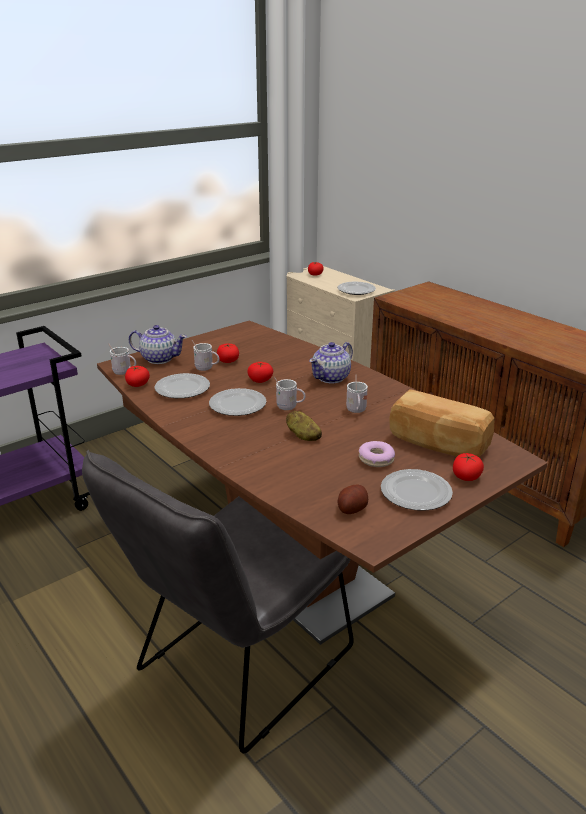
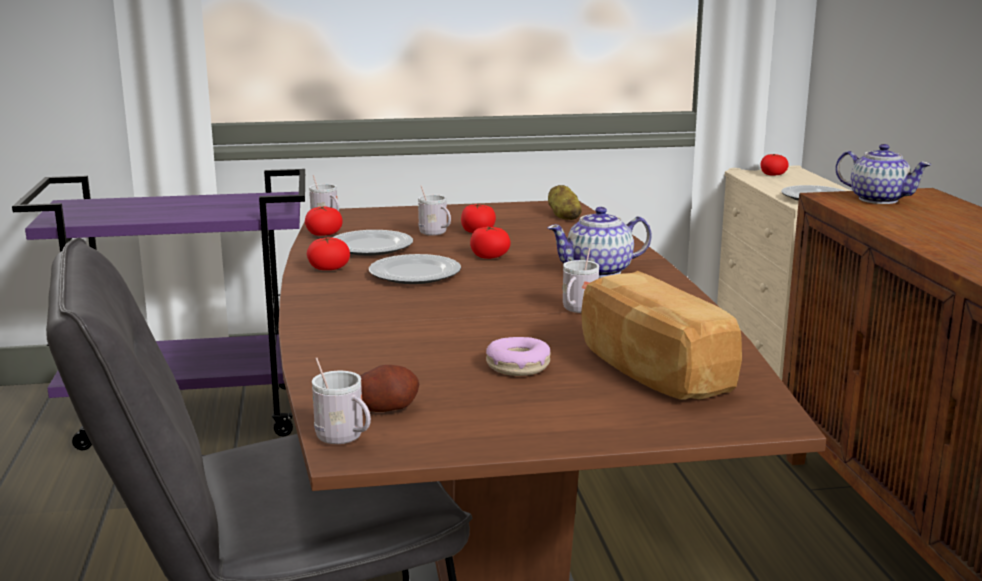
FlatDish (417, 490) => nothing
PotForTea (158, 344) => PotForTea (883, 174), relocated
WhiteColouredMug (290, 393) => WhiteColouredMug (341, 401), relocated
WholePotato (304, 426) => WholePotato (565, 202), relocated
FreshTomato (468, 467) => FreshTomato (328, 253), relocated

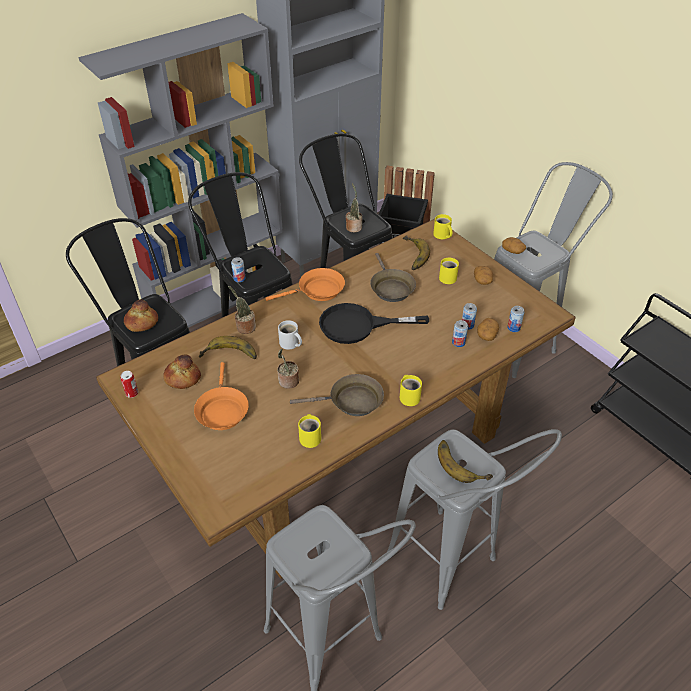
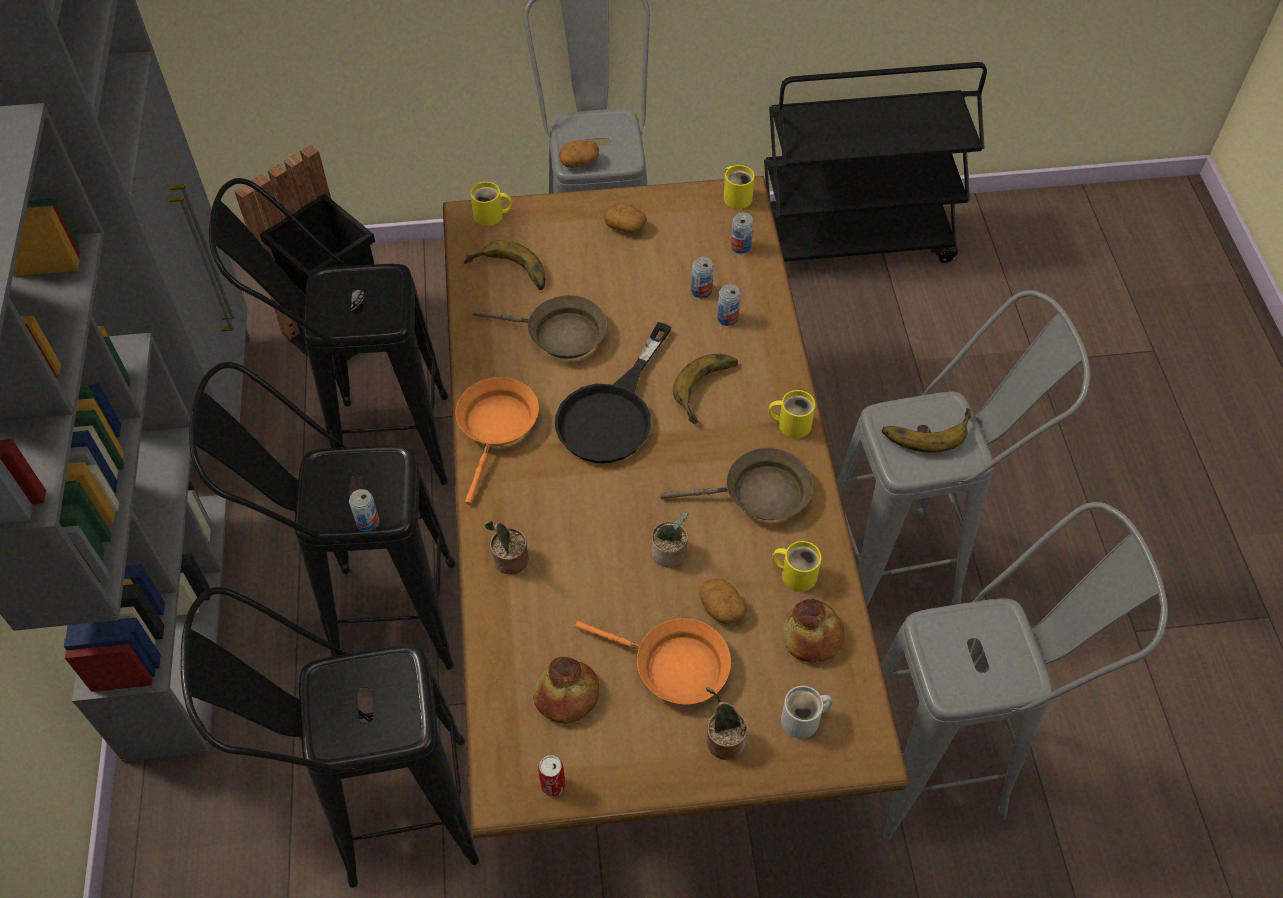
BakedBread (141, 315) => BakedBread (814, 631), relocated
Banana (228, 348) => Banana (705, 389), relocated
WhiteColouredMug (290, 335) => WhiteColouredMug (807, 712), relocated
PlantInAPot (354, 207) => PlantInAPot (726, 723), relocated
YellowishMug (449, 271) => YellowishMug (739, 187), relocated
WholePotato (488, 329) => WholePotato (723, 601), relocated
BrownColouredFryingPan (337, 395) => BrownColouredFryingPan (736, 484), 60 degrees clockwise

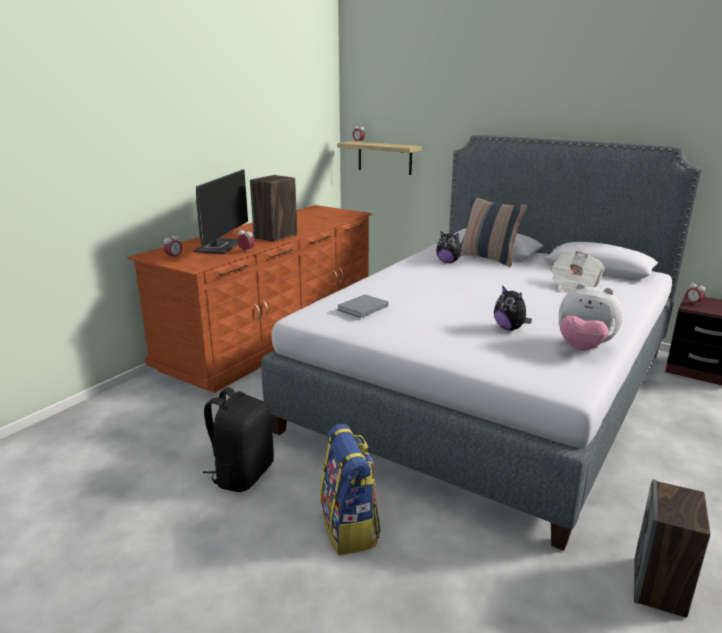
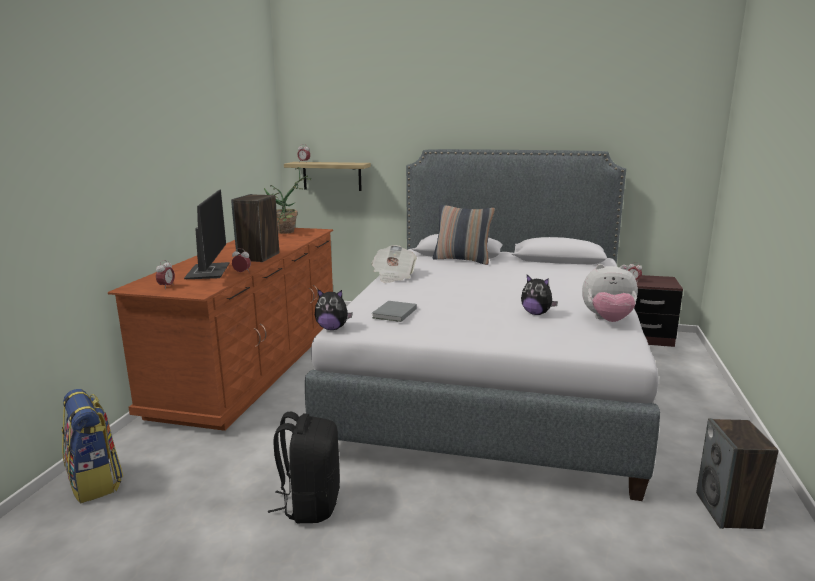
nothing => PlantInAPot (287, 200)
Knapsack (350, 489) => Knapsack (92, 446), relocated
CuddlyToy (450, 247) => CuddlyToy (334, 309), relocated
DailyPaper (577, 272) => DailyPaper (394, 264), relocated

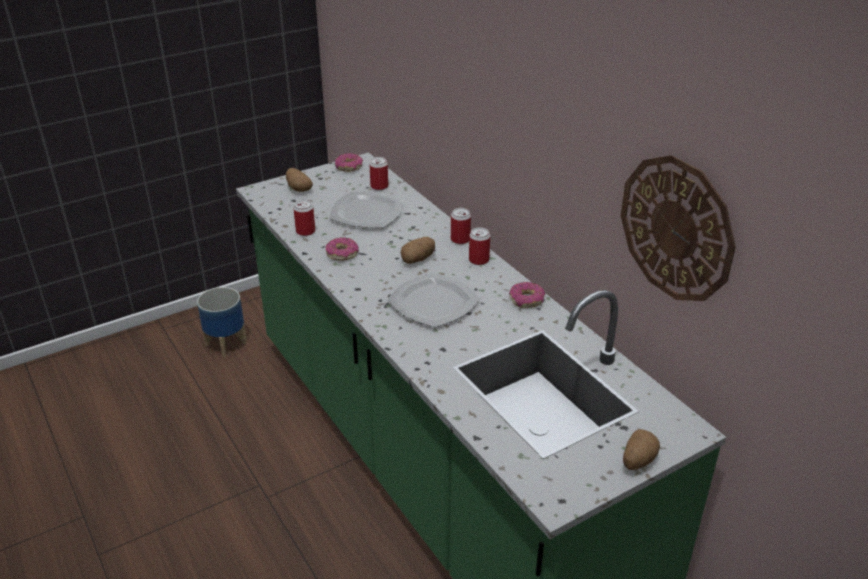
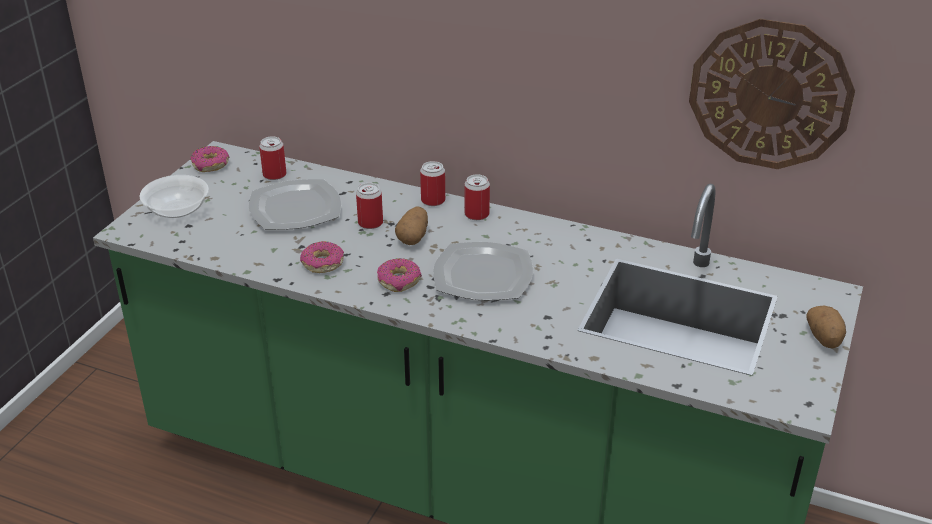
PlantPot (222, 322) => nothing
Can (304, 218) => Can (369, 206), relocated
Doughnut (527, 295) => Doughnut (399, 275), relocated
WholePotato (299, 180) => DeepDish (174, 196)

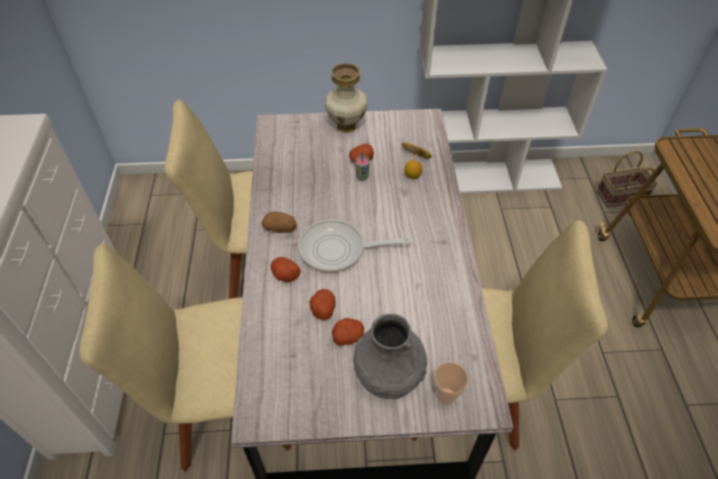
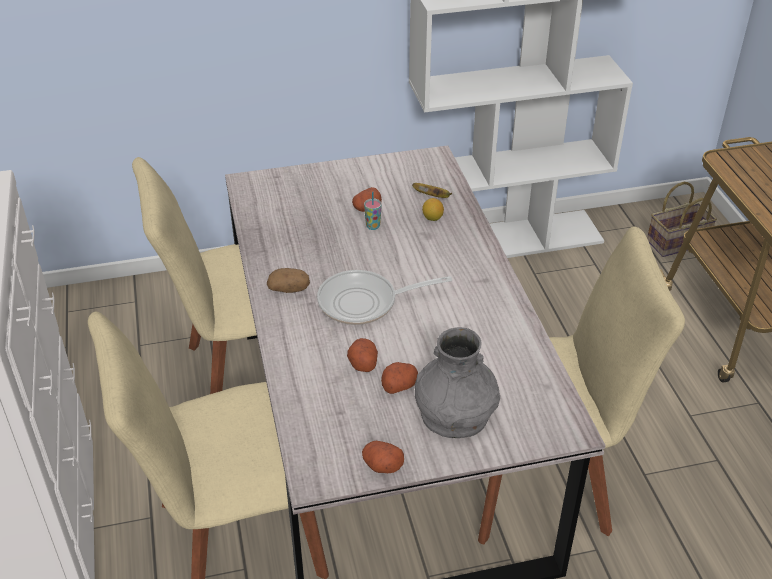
DecorativeVase (346, 98) => nothing
DrinkingCup (451, 383) => nothing
WholePotato (285, 269) => WholePotato (383, 457), relocated

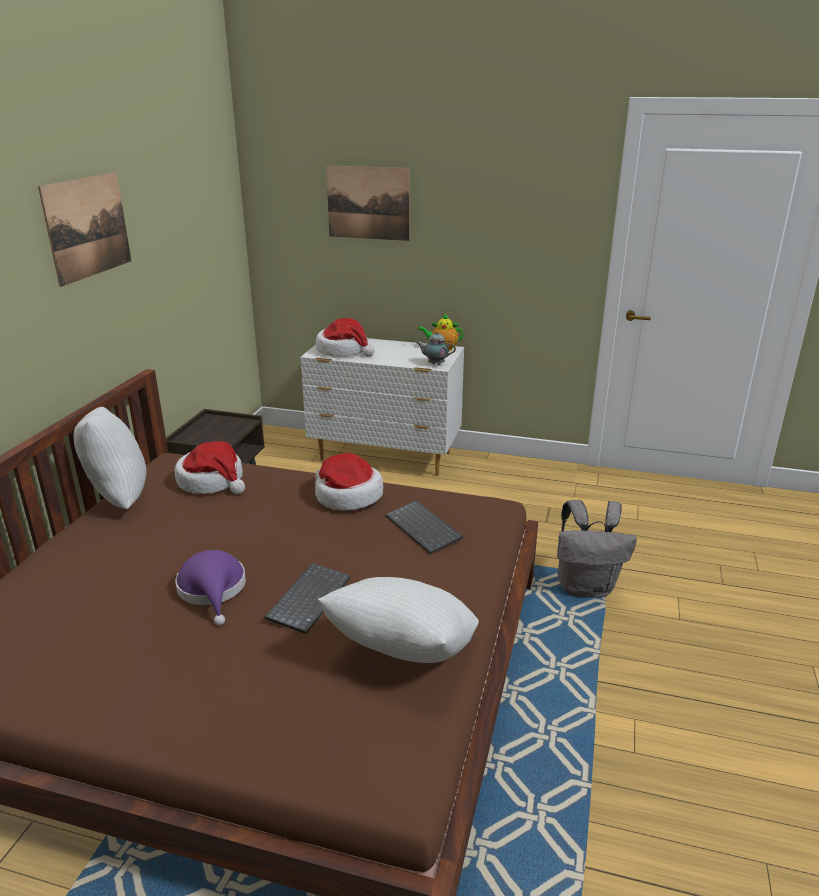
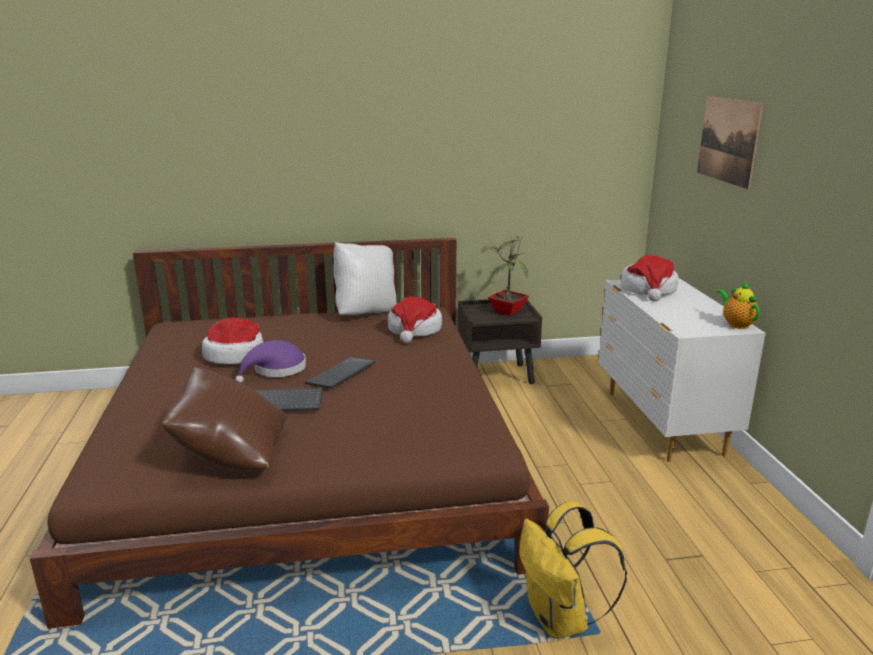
WallArt (84, 229) => nothing
PotForTea (436, 348) => nothing
nothing => PlantInAPot (505, 276)
ClothingHat (349, 482) => ClothingHat (233, 341), relocated
PcKeyboard (424, 527) => PcKeyboard (340, 373), relocated
WhiteColouredCushion (398, 620) => BrownColouredCushion (224, 419)
GreyKnapsack (597, 548) => YellowishKnapsack (573, 570)

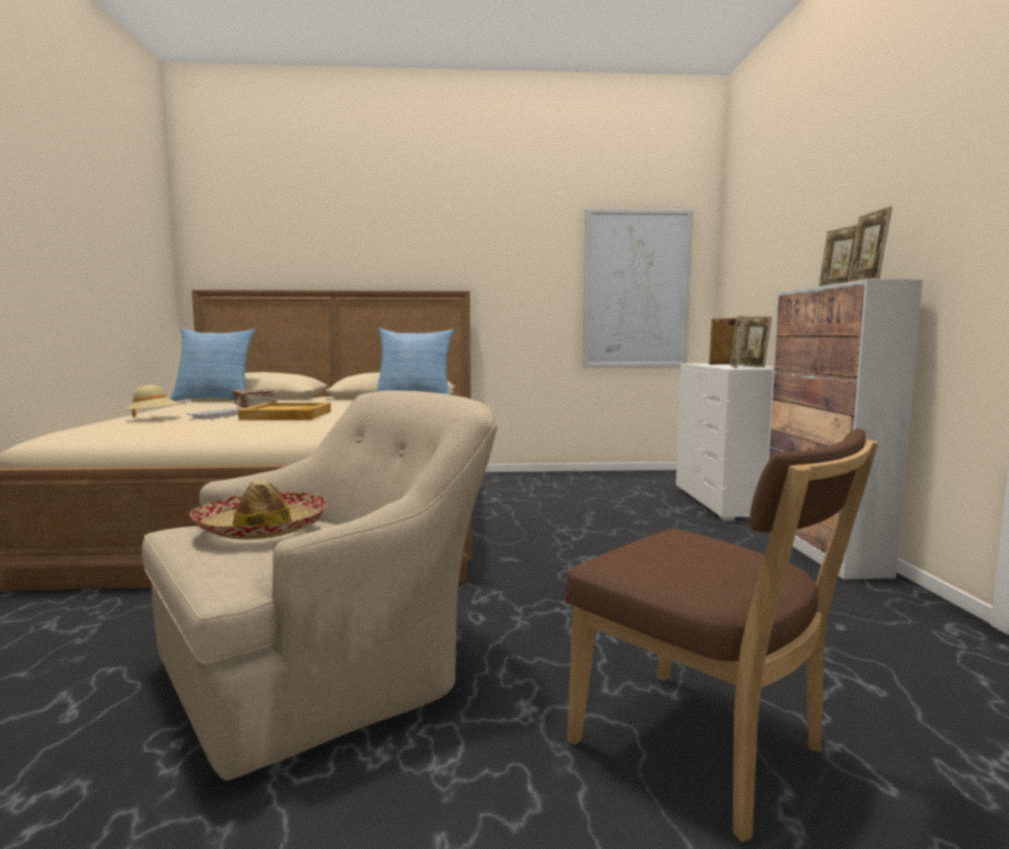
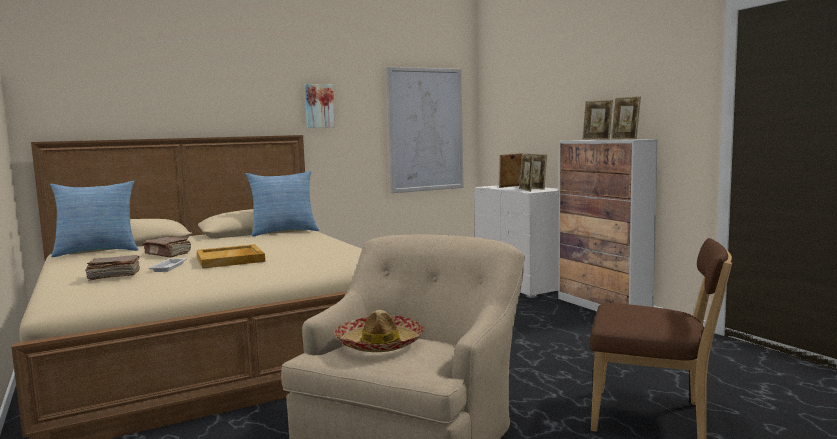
nothing => WallArt (320, 106)
BeigeClothingHat (152, 401) => BrownColouredVolume (112, 268)

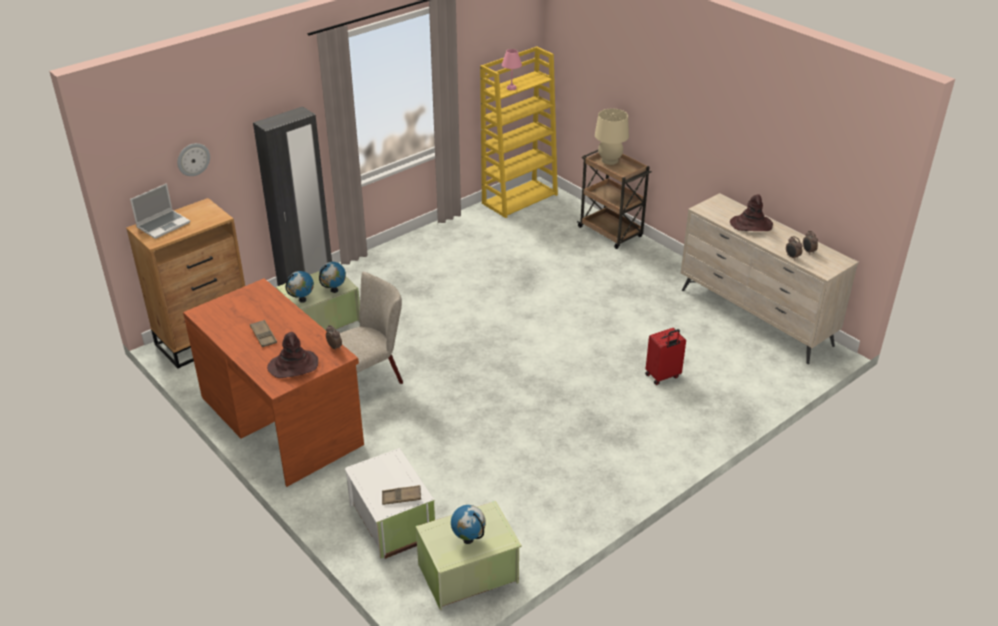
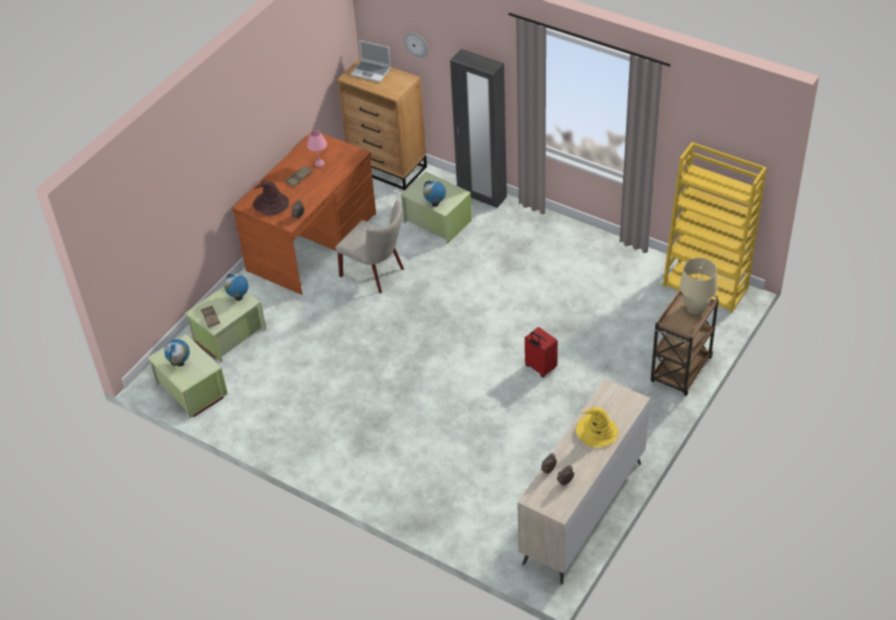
WorldGlobe (300, 287) => WorldGlobe (236, 287), relocated
PinkColouredTabletopLamp (512, 69) => PinkColouredTabletopLamp (317, 148), relocated
RedSuitcase (665, 356) => RedSuitcase (541, 352), relocated
WhiteColouredStorageContainer (390, 503) => GreenColouredStorageContainer (225, 324)
BrownColouredClothingHat (751, 212) => YellowishClothingHat (597, 427)

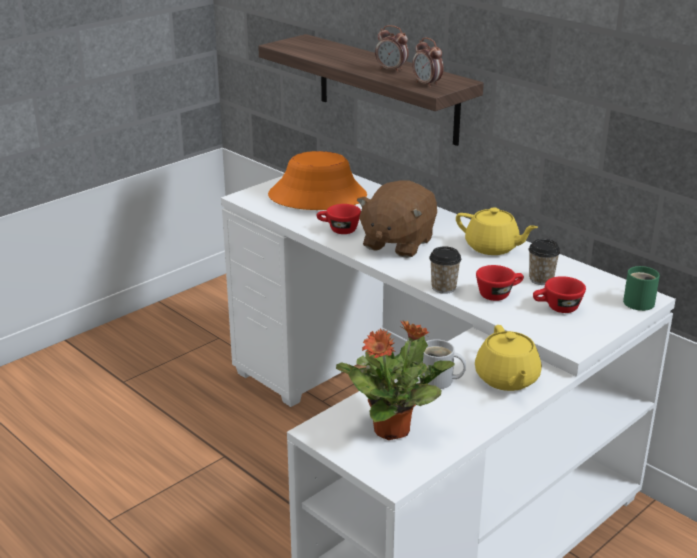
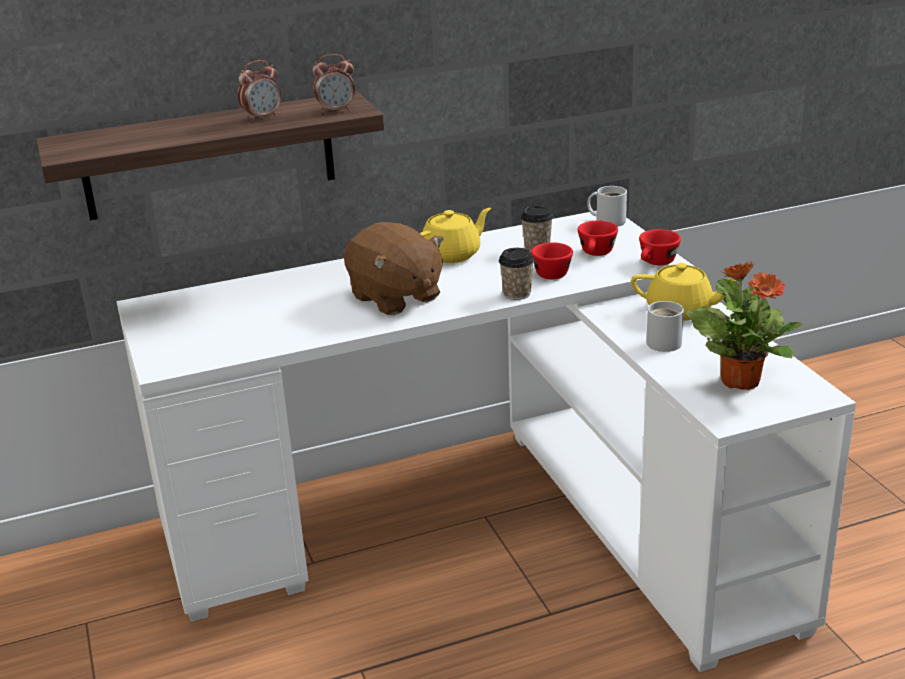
OrangeColouredClothingHat (317, 180) => nothing
RedDrinkingCup (339, 219) => RedDrinkingCup (660, 247), relocated
GreenColouredMug (641, 288) => WhiteColouredMug (607, 206)

